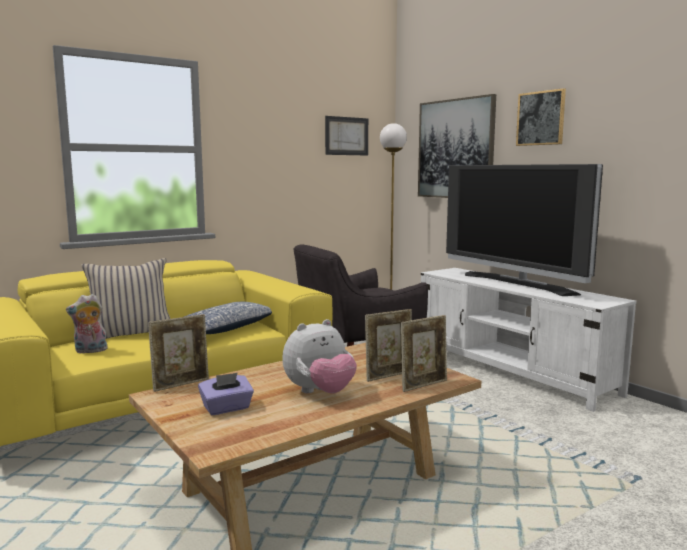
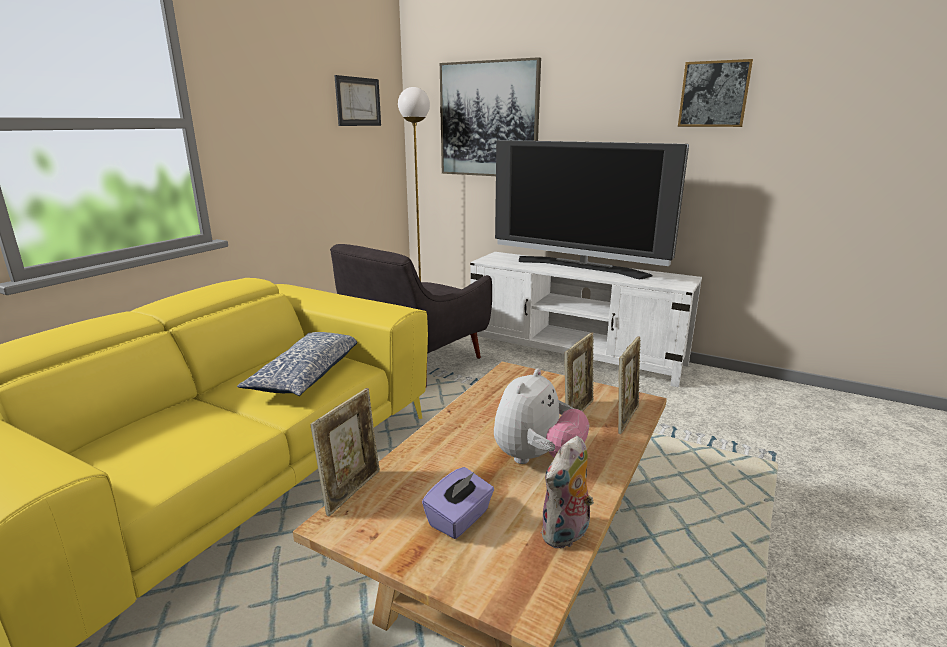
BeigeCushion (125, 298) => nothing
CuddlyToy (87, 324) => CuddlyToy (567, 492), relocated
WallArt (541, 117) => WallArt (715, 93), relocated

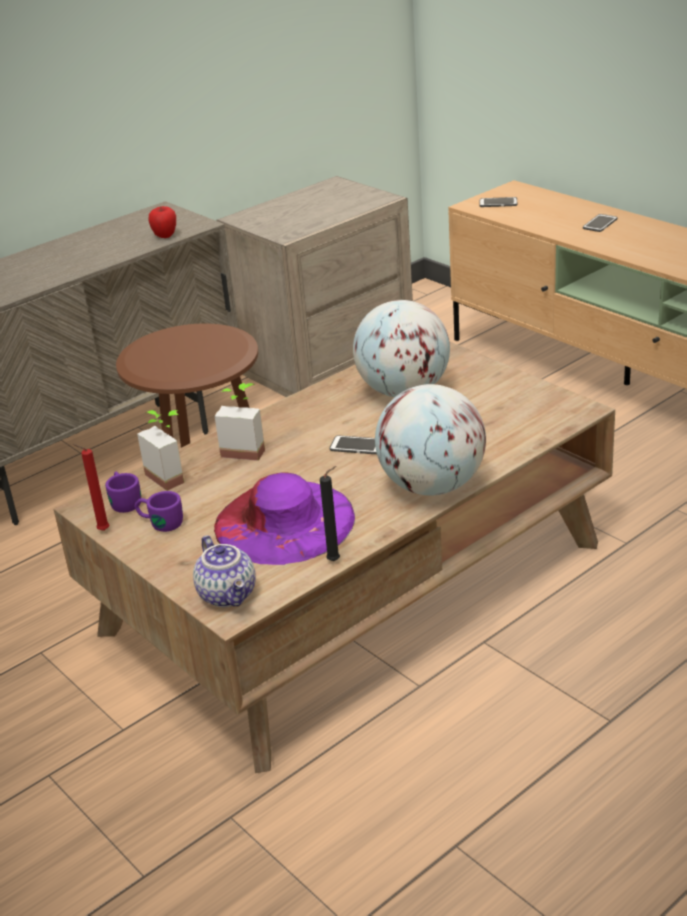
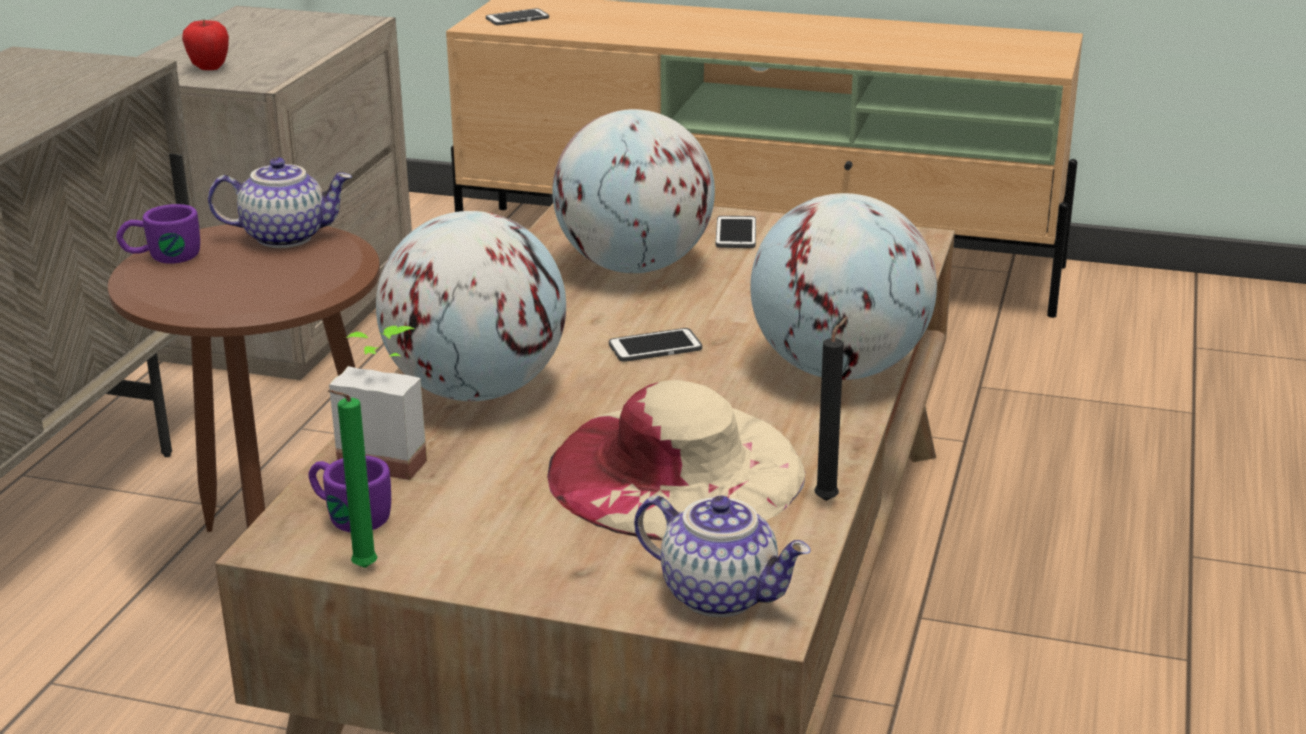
nothing => PotForTea (280, 202)
PurplishMug (158, 511) => PurplishMug (158, 234), relocated
AppleFruit (162, 222) => AppleFruit (205, 44), relocated
Phone (600, 223) => Phone (736, 232), relocated
PlantInAPot (240, 422) => WorldGlobe (471, 306)
RedWaxCandle (91, 487) => GreenColouredWaxCandle (352, 479)
PurplishClothingHat (284, 519) => BeigeClothingHat (676, 460)

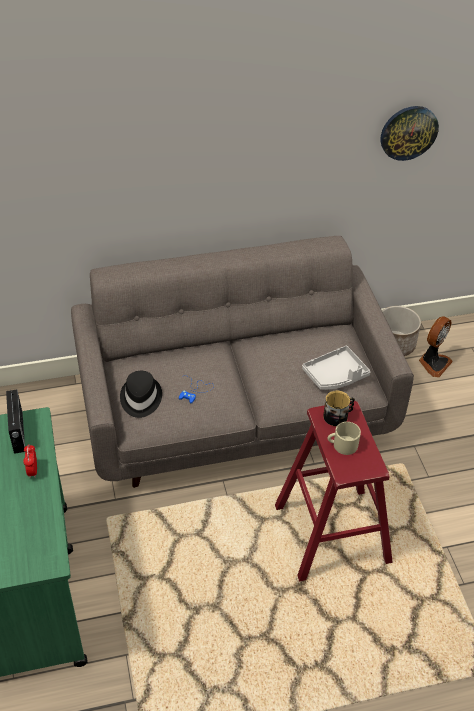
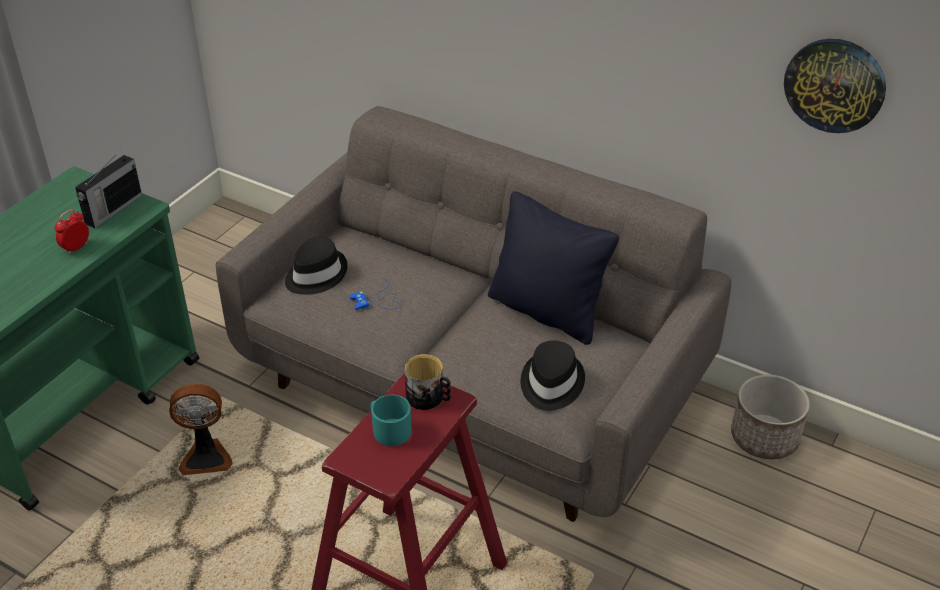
nothing => BlackishCushion (553, 268)
Fan (436, 346) => Fan (201, 429), relocated
GreyCarryingTray (336, 368) => BlackishClothingHat (553, 376)
BeigeMug (344, 438) => BlueGreenMug (390, 420)

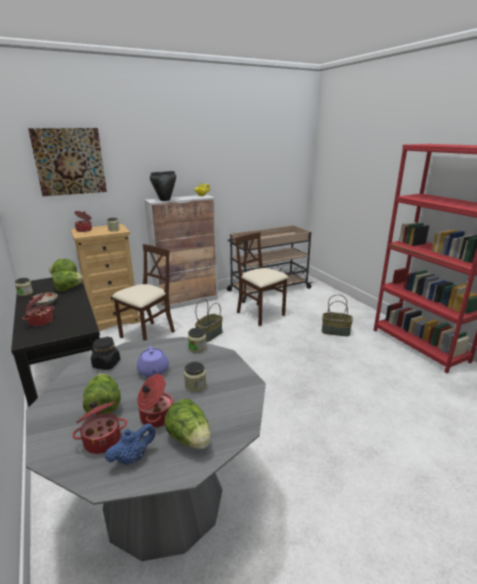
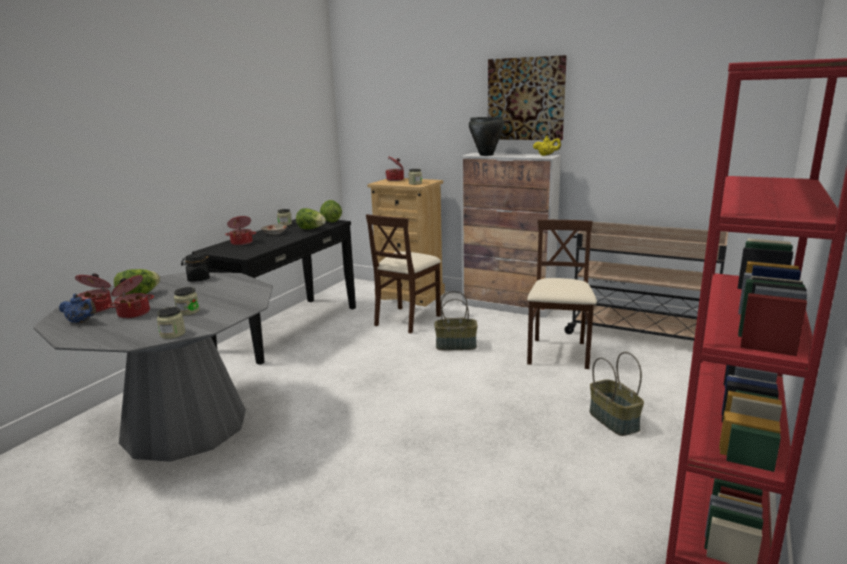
PurplishPotForTea (153, 361) => nothing
Lettuce (187, 424) => nothing
WallArt (67, 162) => WallArt (527, 97), relocated
StorageJar (197, 340) => StorageJar (171, 323), relocated
BeigeChair (143, 292) => BeigeChair (403, 273), 120 degrees clockwise

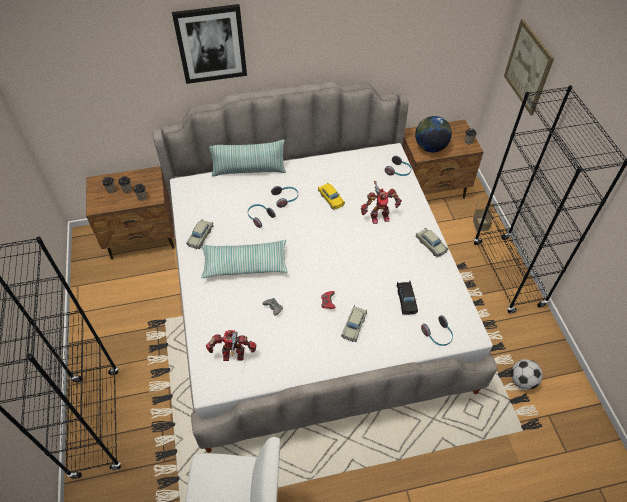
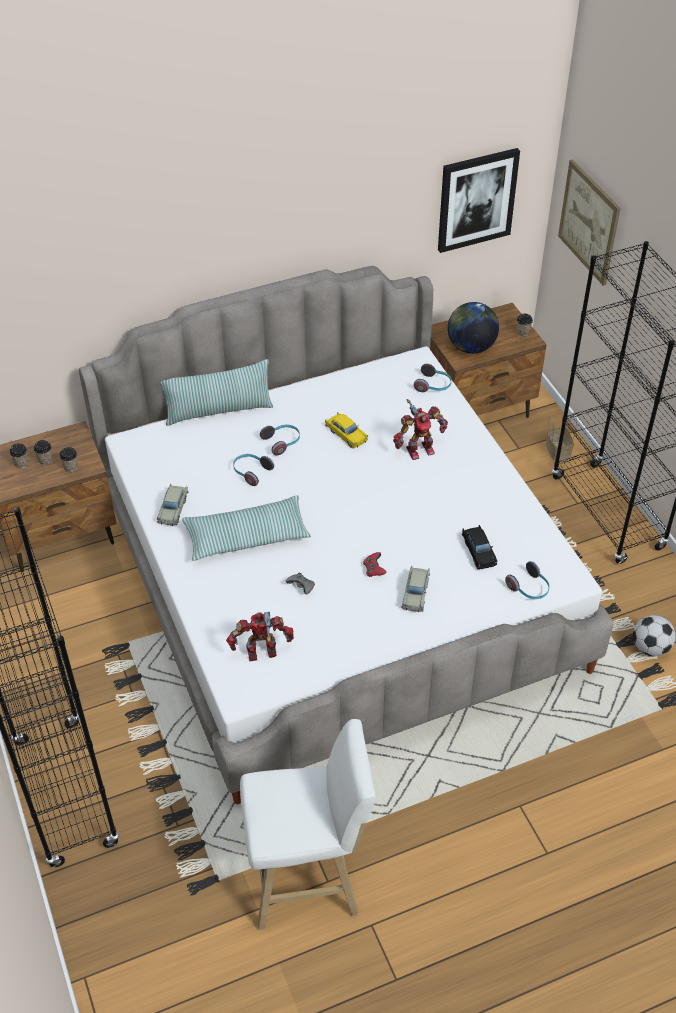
BeigeMiniatureCar (432, 242) => nothing
WallArt (209, 44) => WallArt (479, 200), relocated

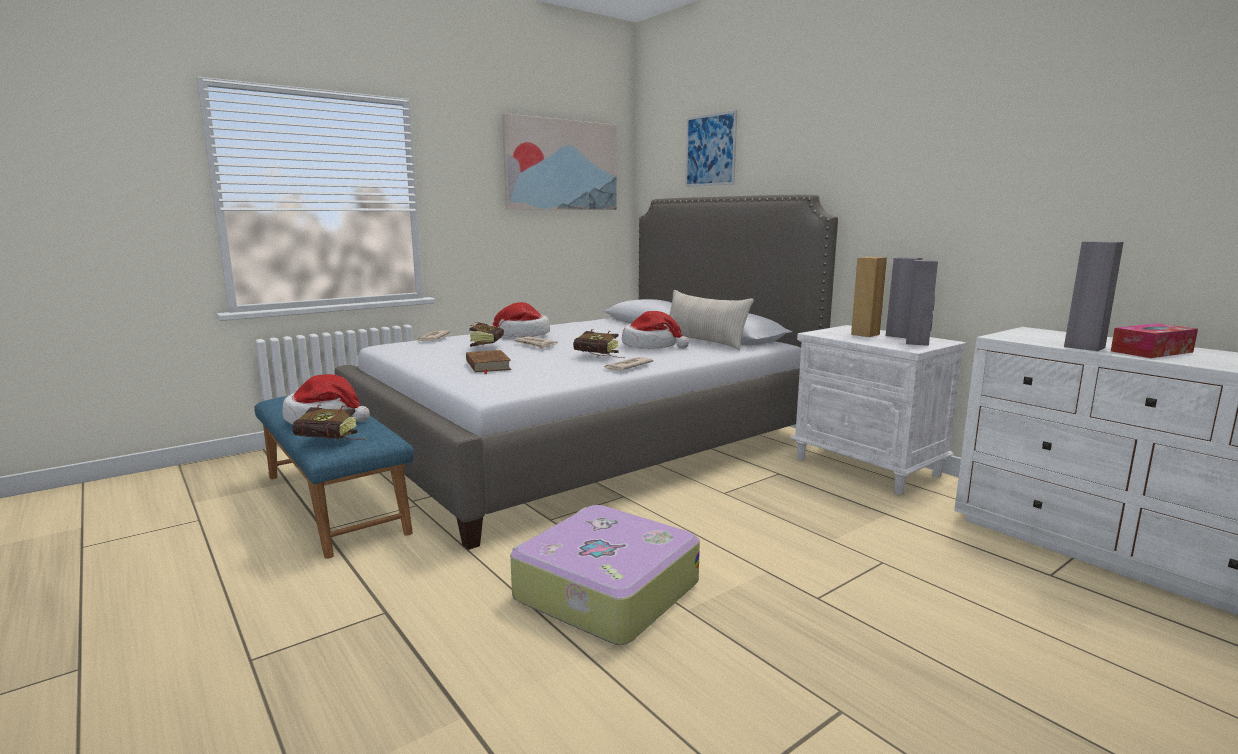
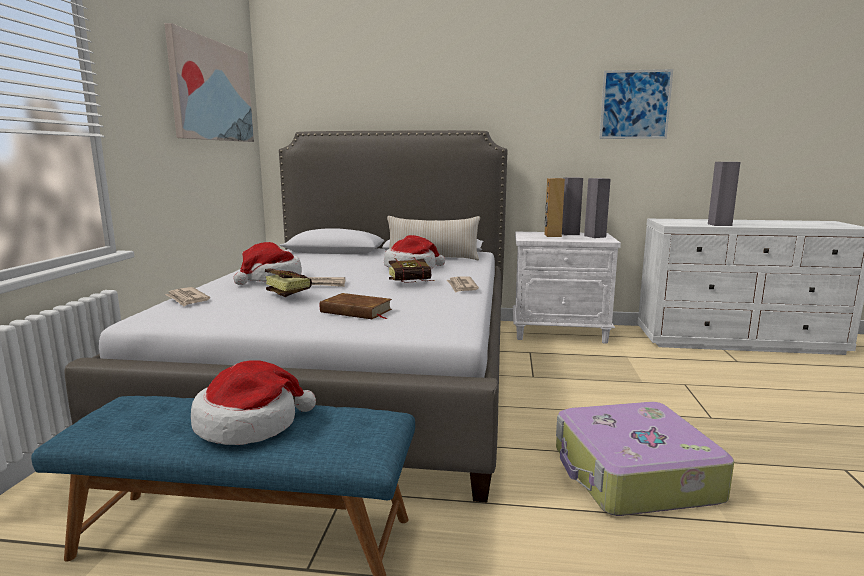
Volume (329, 422) => nothing
BoxOfTissues (1154, 340) => nothing
WallArt (711, 148) => WallArt (636, 104), relocated

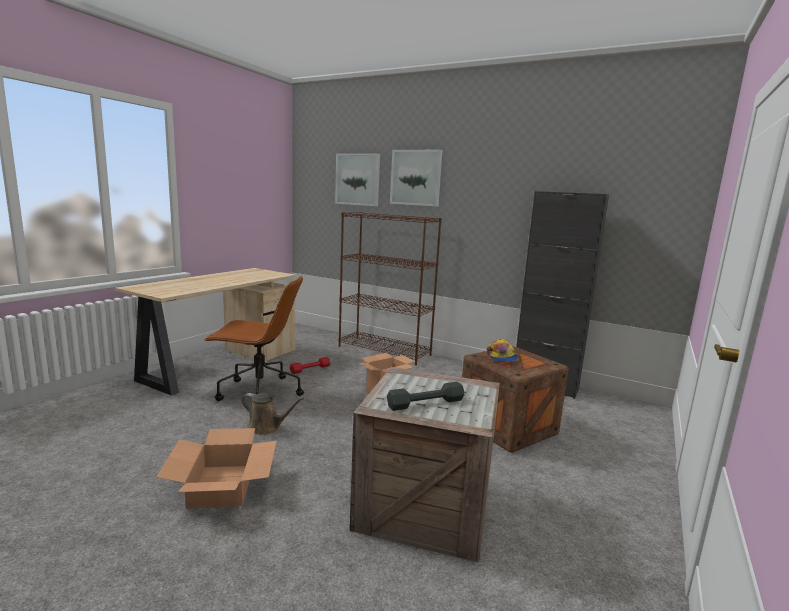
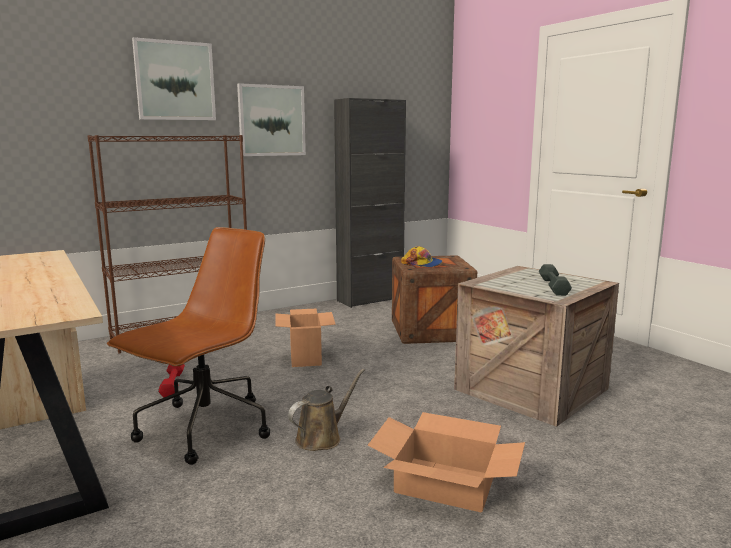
WallArt (357, 179) => WallArt (271, 119), relocated

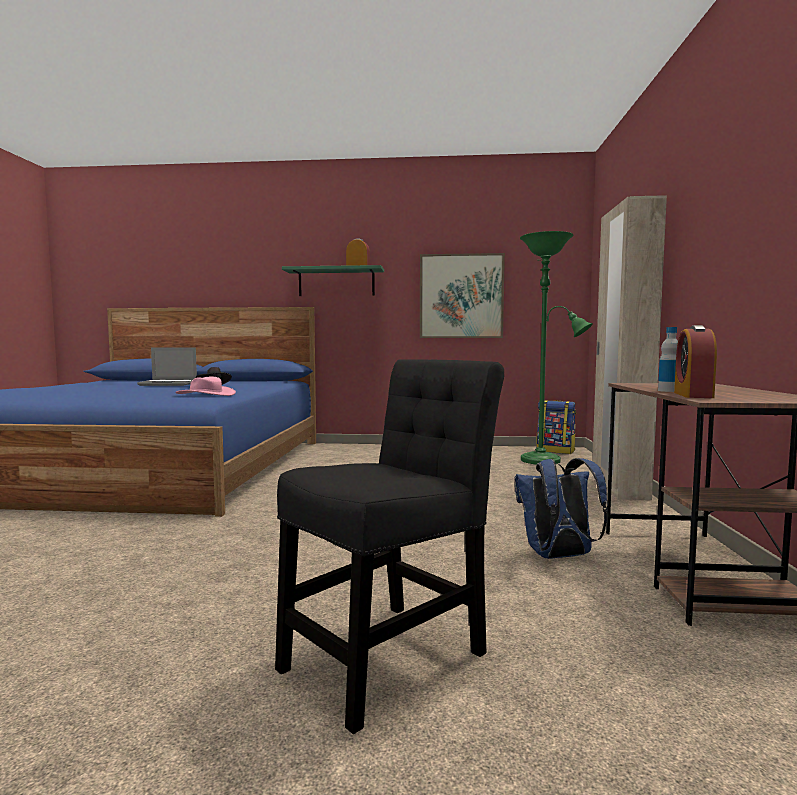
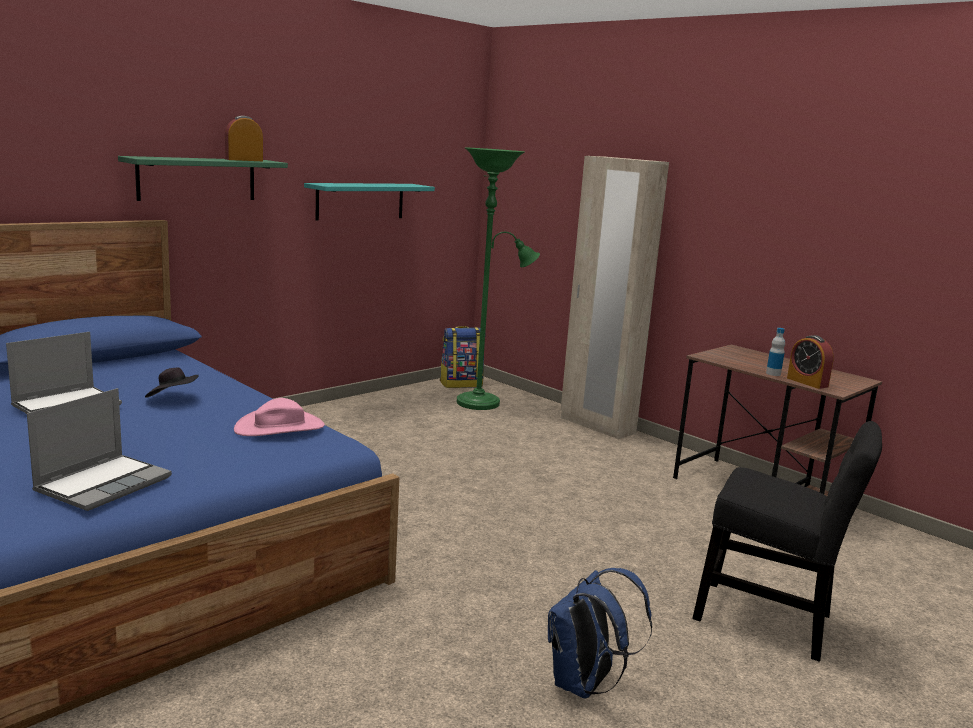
nothing => PortableComputer (99, 449)
BlueColouredKnapsack (561, 508) => BlueColouredKnapsack (600, 633), relocated
WallArt (462, 295) => BlueGreenWallShelf (369, 202)
BlackishChair (389, 546) => BlackishChair (787, 541), 120 degrees clockwise

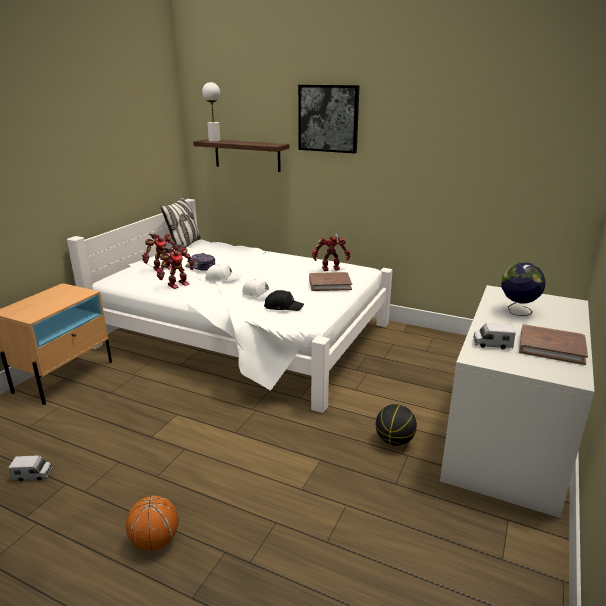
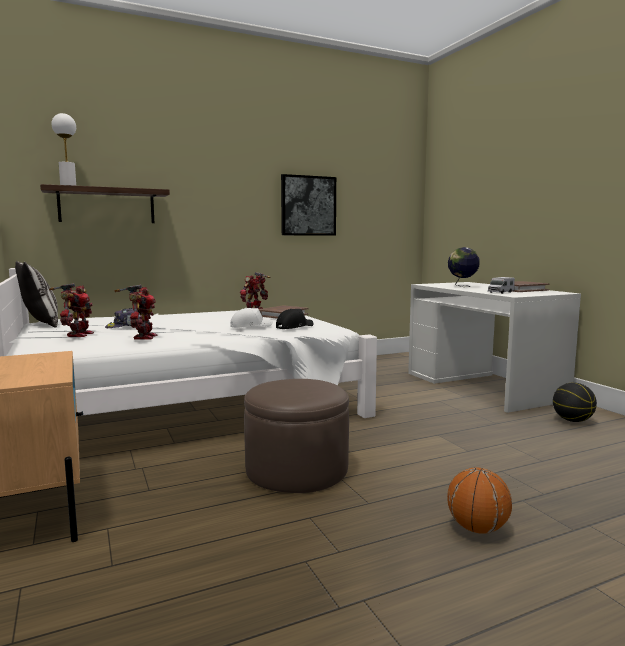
ModelTruck (30, 468) => nothing
WhiteColouredBaseballCap (223, 272) => nothing
nothing => BrownColouredFootrest (296, 436)
WallArt (329, 119) => WallArt (308, 205), relocated
Basketball (396, 425) => Basketball (575, 402), relocated

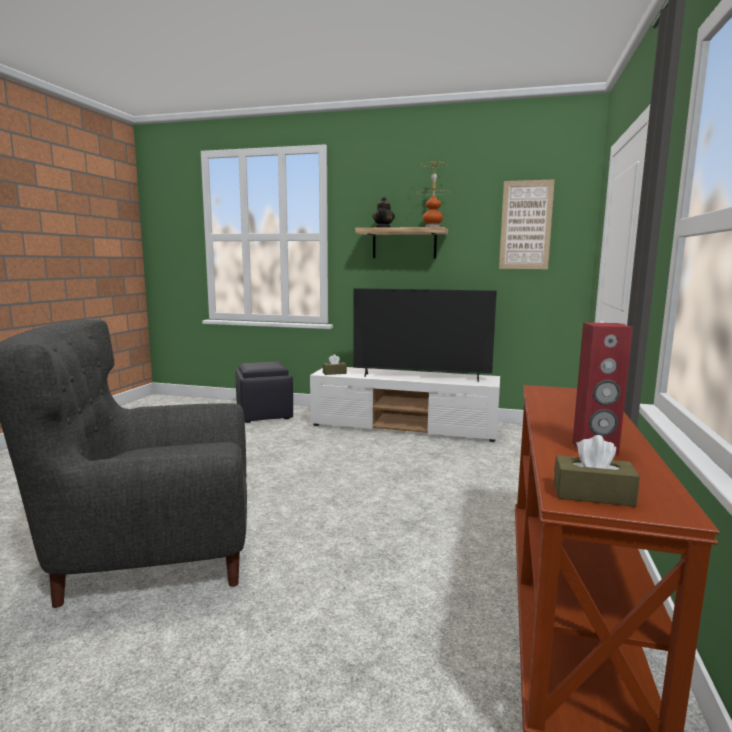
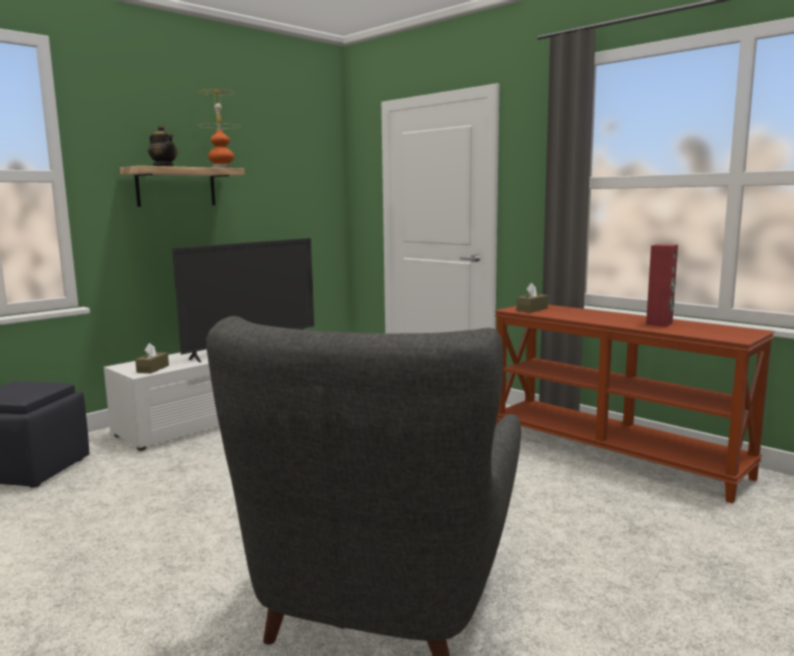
WallArt (527, 224) => nothing
BrownColouredBoxOfTissues (597, 471) => BrownColouredBoxOfTissues (532, 298), relocated

